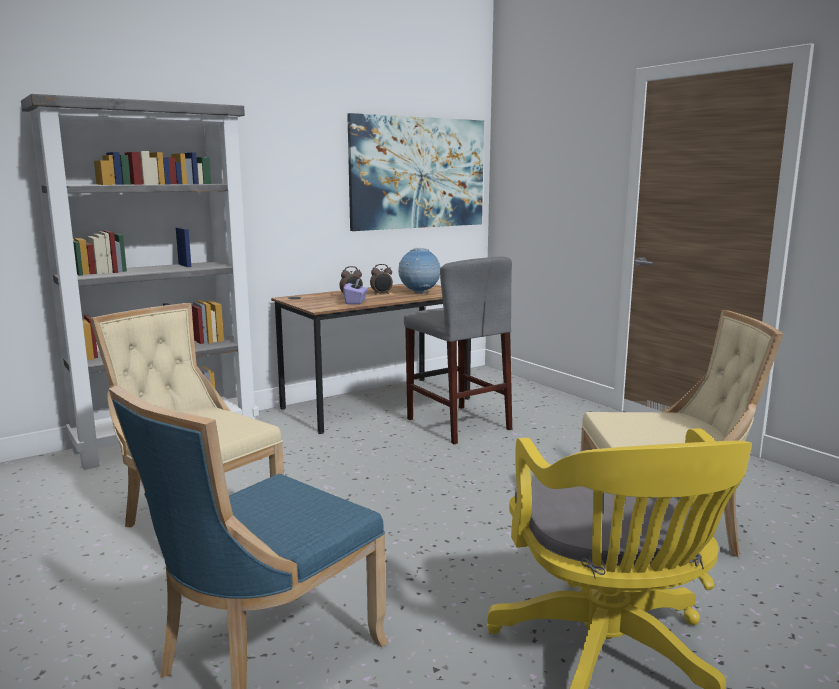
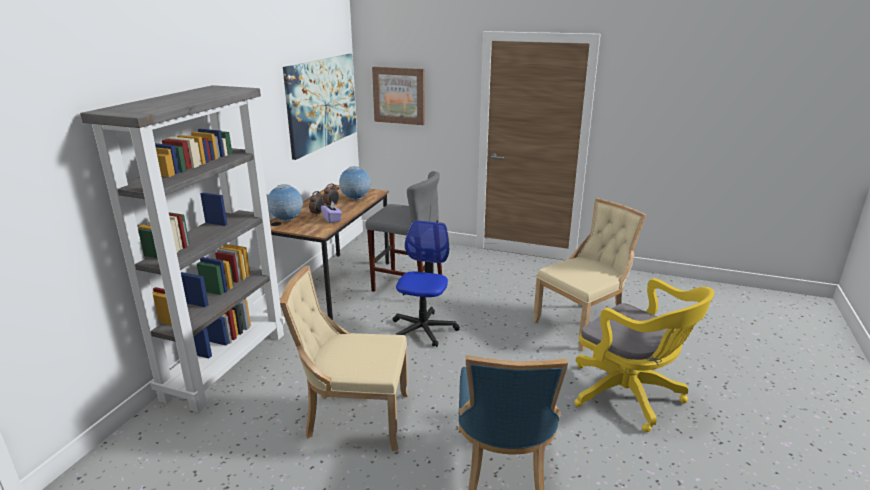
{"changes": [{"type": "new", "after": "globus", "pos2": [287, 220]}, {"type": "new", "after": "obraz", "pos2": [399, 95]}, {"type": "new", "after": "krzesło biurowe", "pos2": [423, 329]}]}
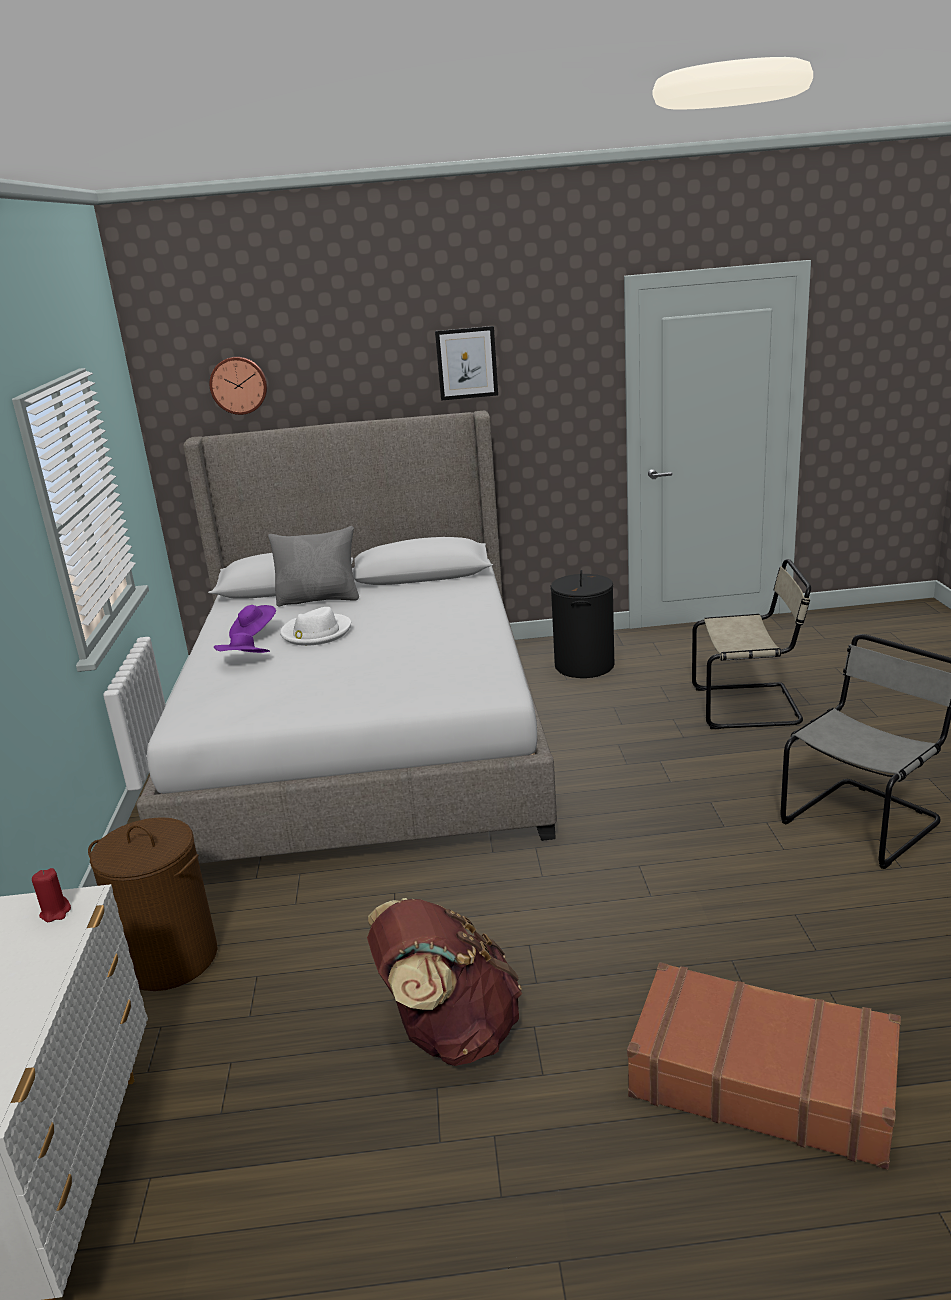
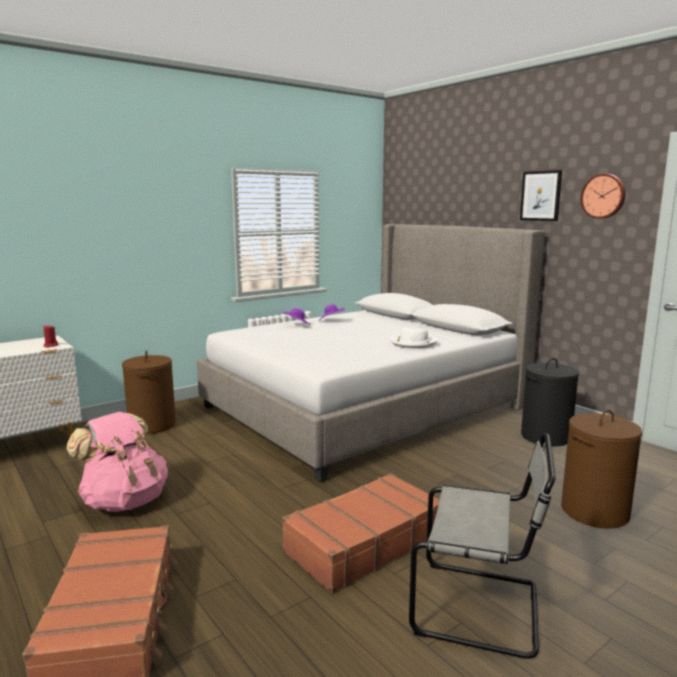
{"changes": [{"type": "shifted", "before": "zegar ścienny", "pos1": [239, 385], "pos2": [603, 196]}, {"type": "gone", "before": "poduszka/szary", "pos1": [319, 599]}, {"type": "shifted", "before": "kapelusz/biały", "pos1": [316, 633], "pos2": [413, 343]}, {"type": "repainted", "before": "plecak/brązowy", "after": "plecak/różowy", "pos1": [450, 1032], "pos2": [124, 501]}, {"type": "swapped", "before": "krzesło/beżowy", "after": "kosz na pranie/brązowy", "pos1": [750, 706], "pos2": [594, 511]}, {"type": "new", "after": "walizka/brązowy", "pos2": [363, 543]}]}
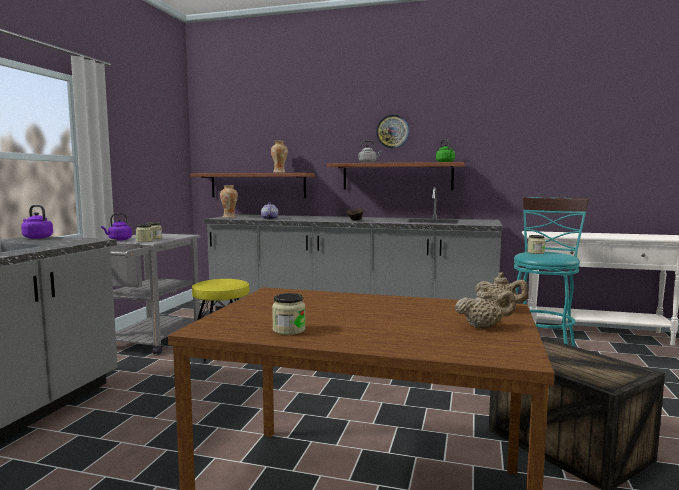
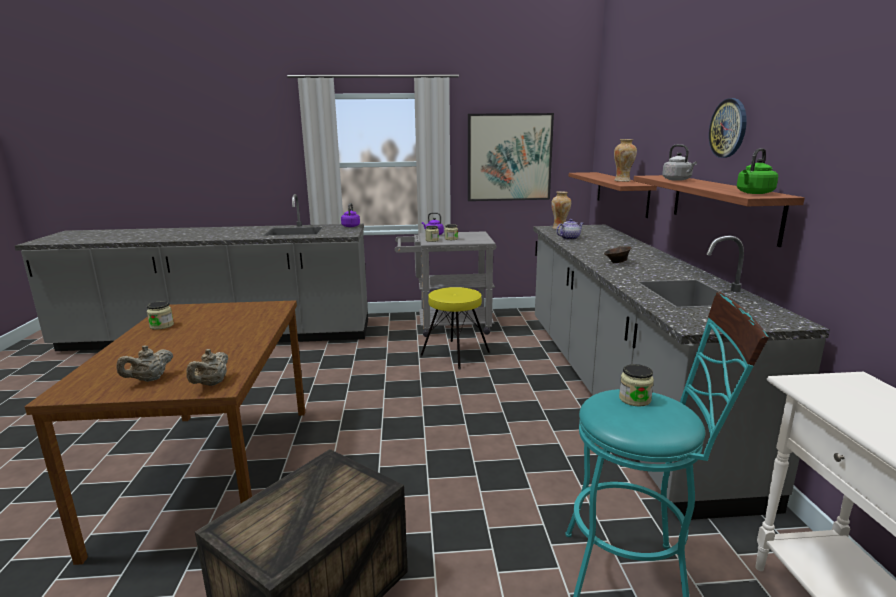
{"changes": [{"type": "rotated", "before": "imbryk/beżowy", "pos1": [484, 327], "pos2": [149, 379], "turn": 60}, {"type": "new", "after": "obraz", "pos2": [509, 157]}]}
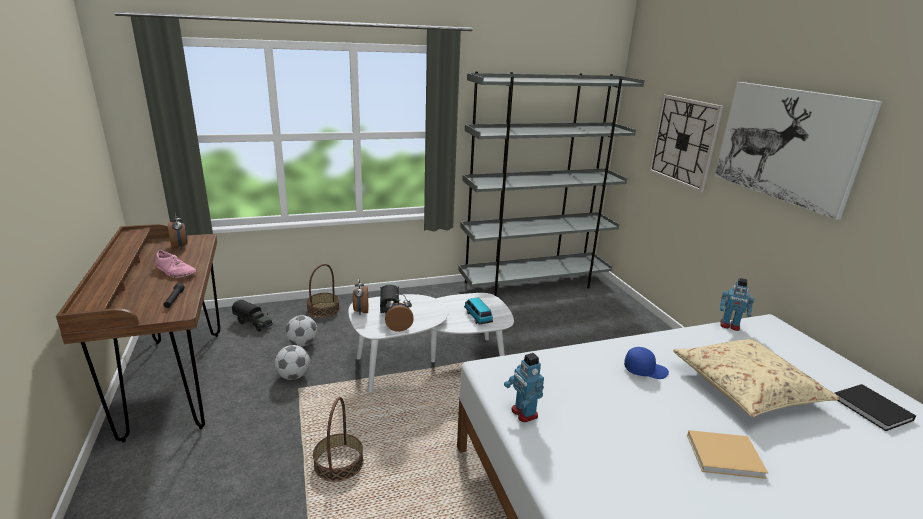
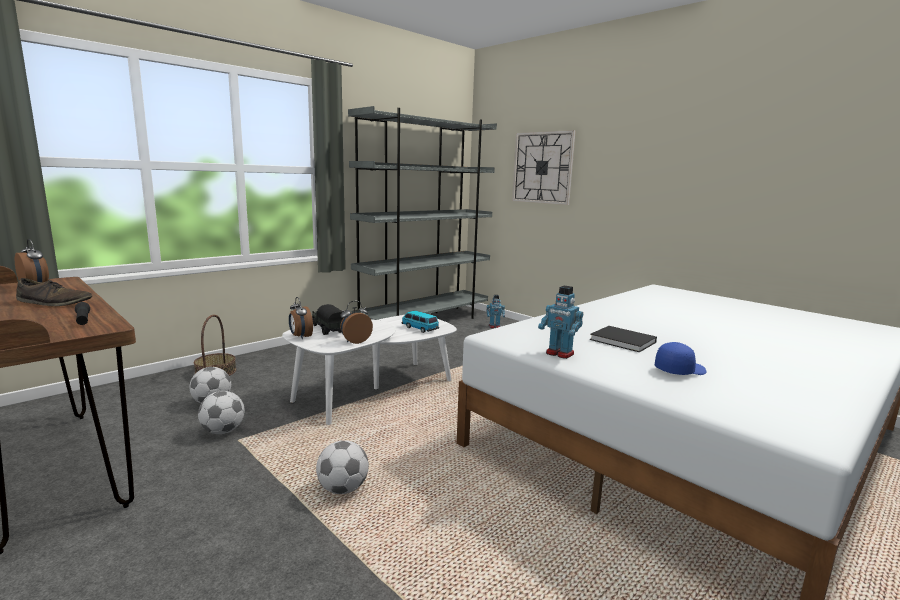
{"changes": [{"type": "repainted", "before": "but/różowy", "after": "but/brązowy", "pos1": [176, 271], "pos2": [55, 302]}, {"type": "gone", "before": "ciężarówka zabawkowa", "pos1": [254, 324]}, {"type": "swapped", "before": "koszyk", "after": "piłka futbolowa", "pos1": [338, 463], "pos2": [342, 489]}, {"type": "shifted", "before": "czapka z daszkiem/niebieski", "pos1": [645, 370], "pos2": [679, 370]}, {"type": "gone", "before": "poduszka/beżowy", "pos1": [747, 387]}, {"type": "gone", "before": "książka/beżowy", "pos1": [727, 456]}, {"type": "gone", "before": "obraz", "pos1": [786, 144]}, {"type": "shifted", "before": "robot zabawkowy", "pos1": [729, 326], "pos2": [494, 327]}, {"type": "shifted", "before": "książka/czarny", "pos1": [874, 410], "pos2": [624, 341]}]}
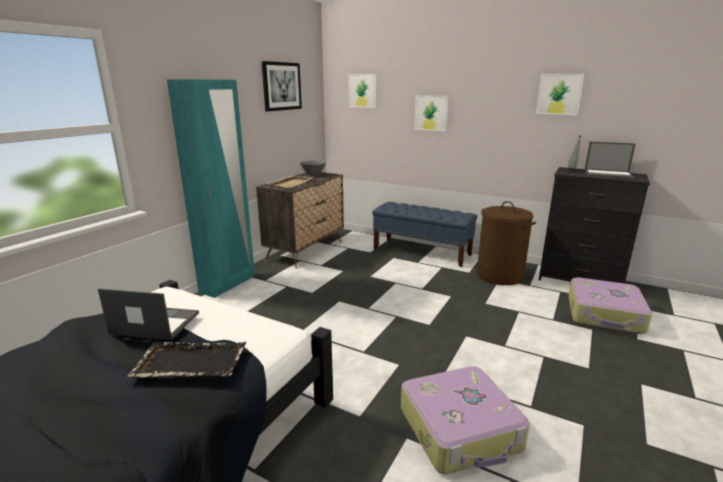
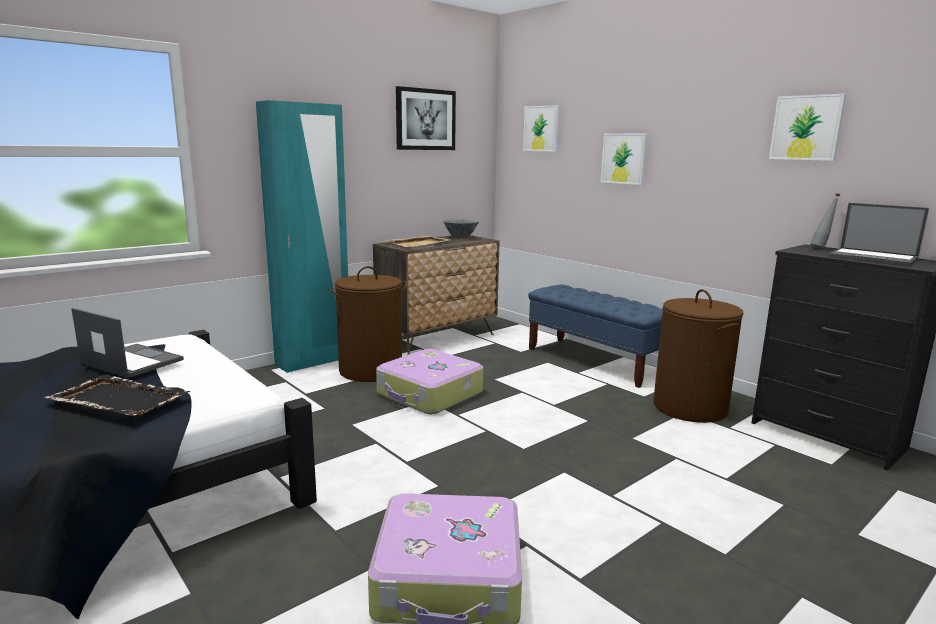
{"changes": [{"type": "shifted", "before": "walizka", "pos1": [605, 315], "pos2": [429, 394]}, {"type": "new", "after": "kosz na pranie/brązowy", "pos2": [371, 370]}]}
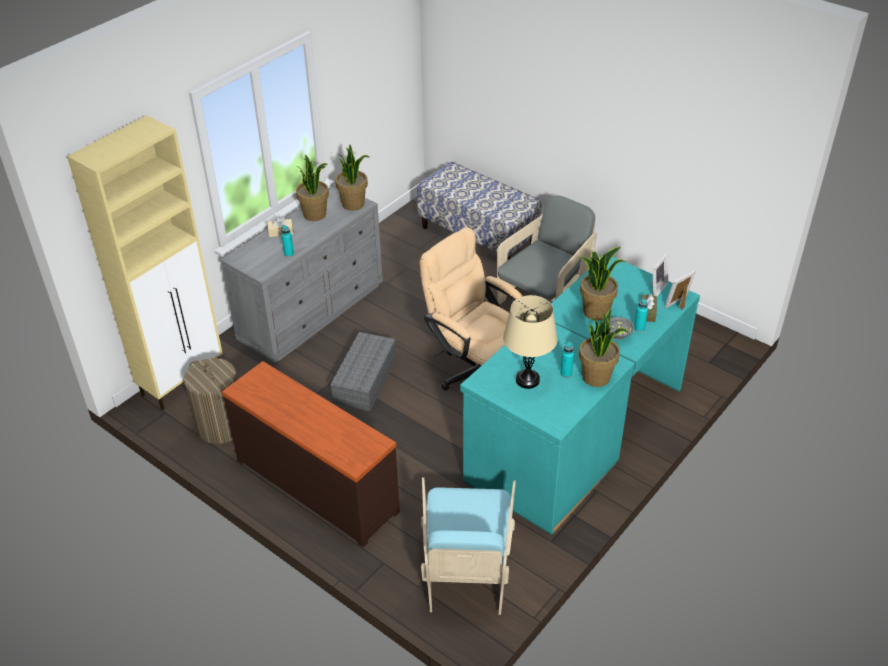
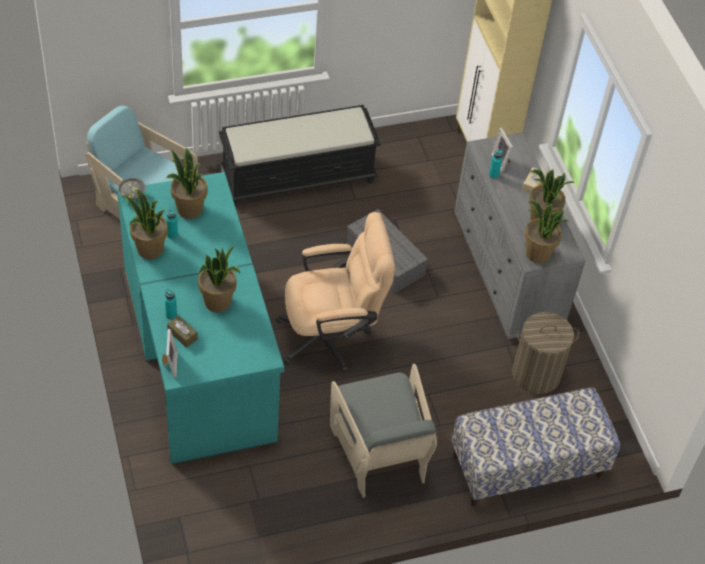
{"changes": [{"type": "shifted", "before": "kosz na pranie", "pos1": [221, 426], "pos2": [536, 374]}, {"type": "swapped", "before": "komoda/brązowy", "after": "ławka/czarny", "pos1": [318, 484], "pos2": [298, 176]}, {"type": "swapped", "before": "lampa stołowa/beżowy", "after": "roślina doniczkowa", "pos1": [527, 380], "pos2": [189, 209]}, {"type": "shifted", "before": "miska/szary", "pos1": [617, 336], "pos2": [133, 196]}, {"type": "shifted", "before": "ramka na zdjęcie", "pos1": [655, 288], "pos2": [501, 161]}]}
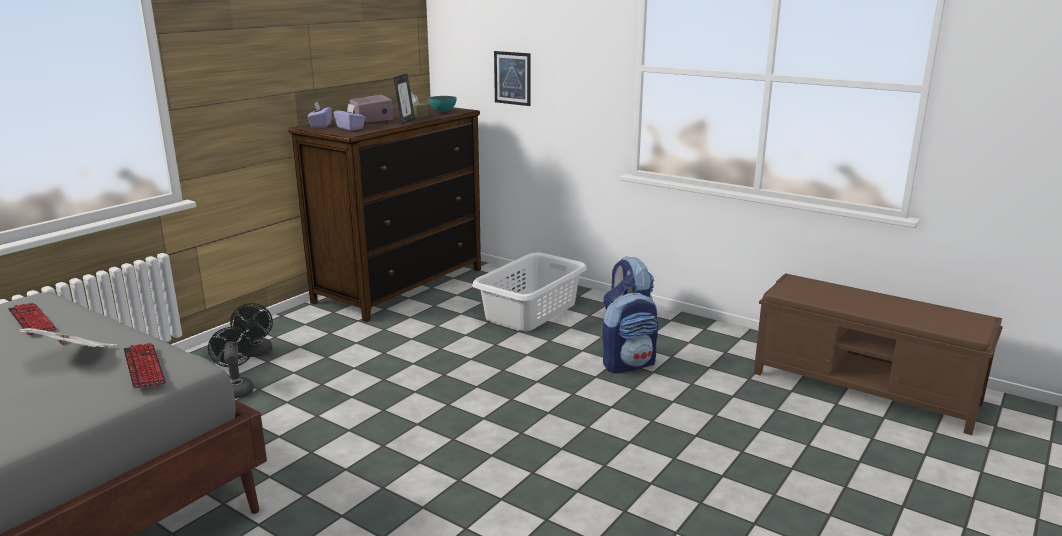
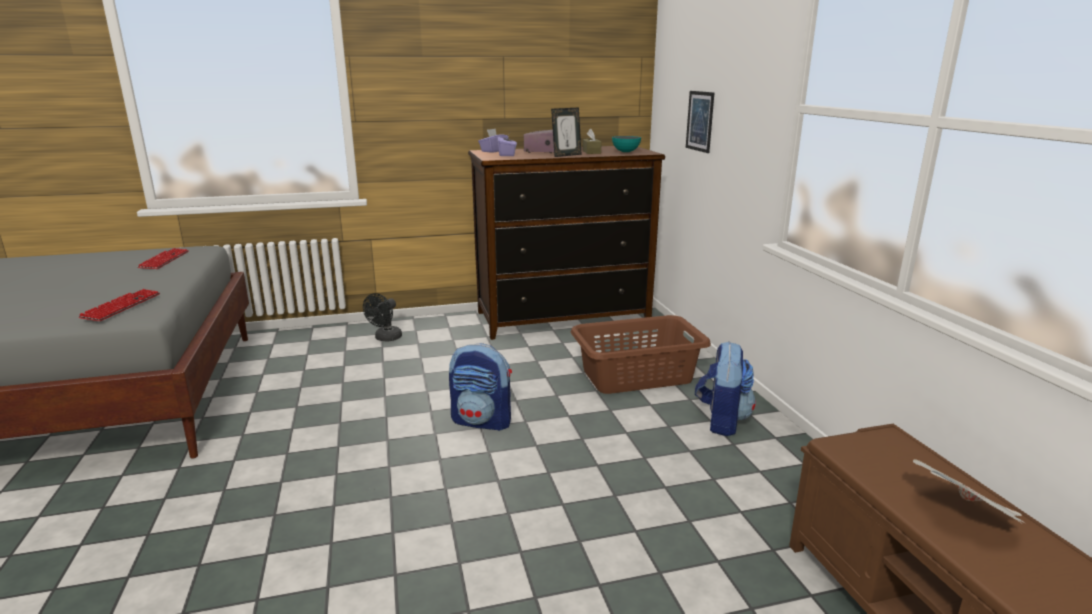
{"changes": [{"type": "shifted", "before": "gazeta", "pos1": [73, 357], "pos2": [966, 515]}, {"type": "gone", "before": "wentylator/czarny", "pos1": [236, 389]}, {"type": "repainted", "before": "kosz na pranie/biały", "after": "kosz na pranie/brązowy", "pos1": [532, 311], "pos2": [637, 376]}, {"type": "shifted", "before": "plecak", "pos1": [629, 364], "pos2": [482, 421]}]}
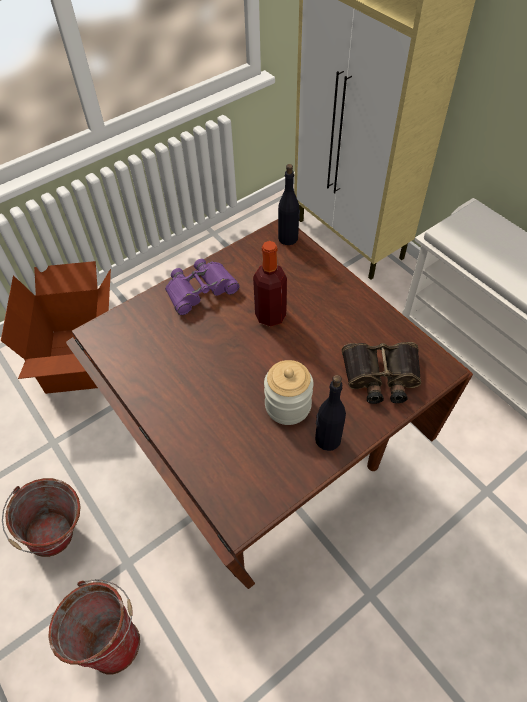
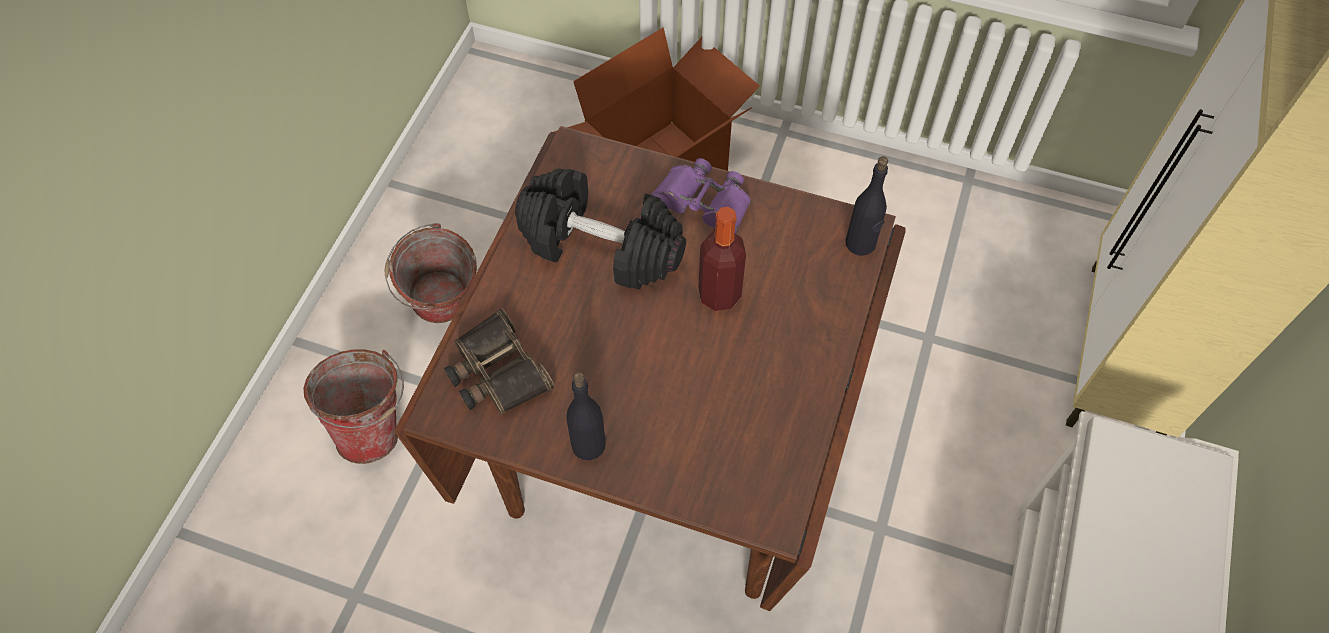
{"changes": [{"type": "gone", "before": "słoik", "pos1": [288, 405]}, {"type": "shifted", "before": "lornetka", "pos1": [381, 376], "pos2": [496, 372]}, {"type": "new", "after": "hantel/czarny", "pos2": [602, 246]}]}
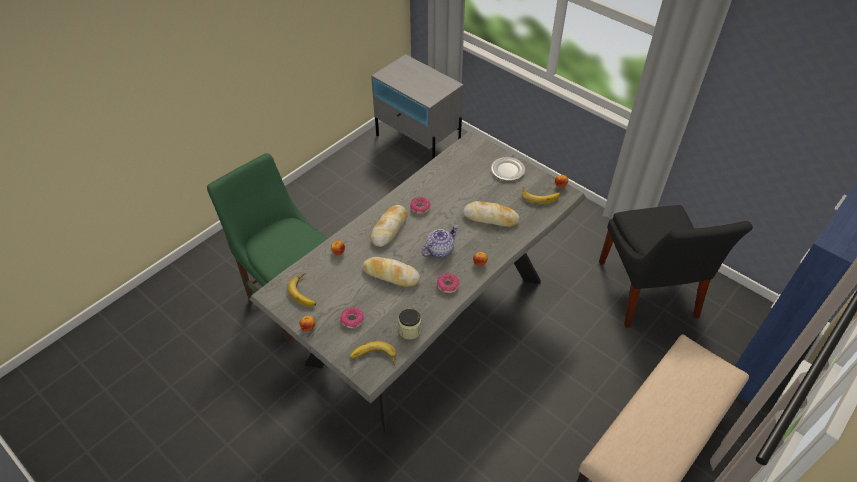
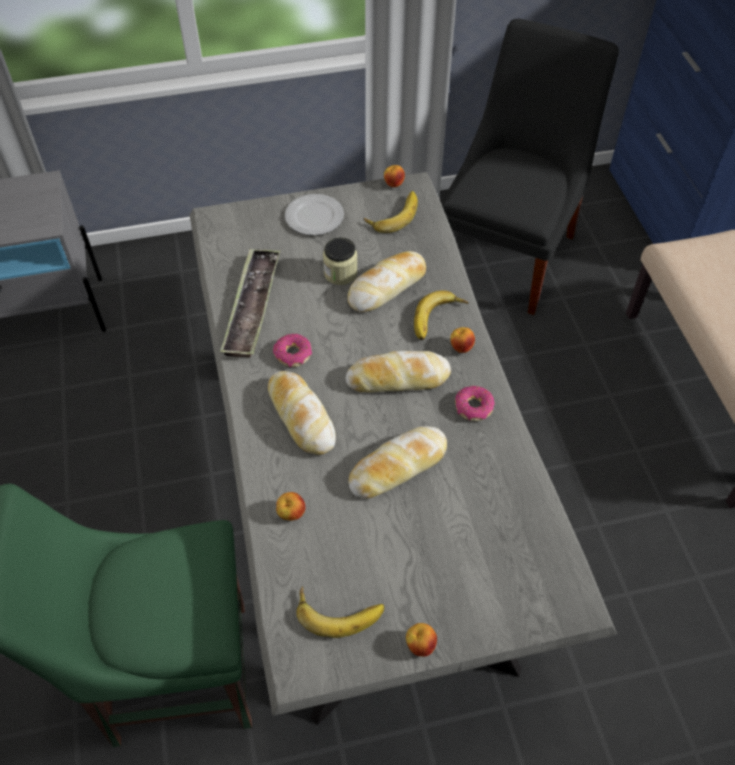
{"changes": [{"type": "gone", "before": "donut", "pos1": [352, 320]}, {"type": "shifted", "before": "banan", "pos1": [374, 358], "pos2": [438, 320]}, {"type": "shifted", "before": "słoik", "pos1": [410, 330], "pos2": [340, 273]}, {"type": "swapped", "before": "imbryk", "after": "chleb", "pos1": [439, 250], "pos2": [397, 378]}, {"type": "rotated", "before": "krzesło/czarny", "pos1": [648, 293], "pos2": [508, 252], "turn": -90}, {"type": "new", "after": "taca", "pos2": [252, 307]}]}
